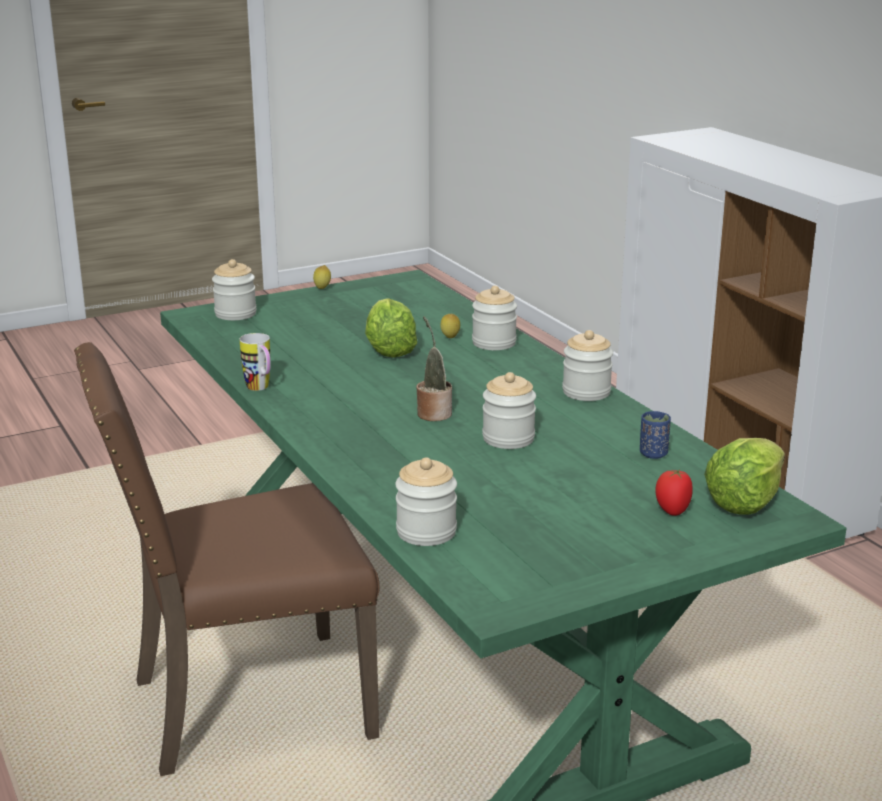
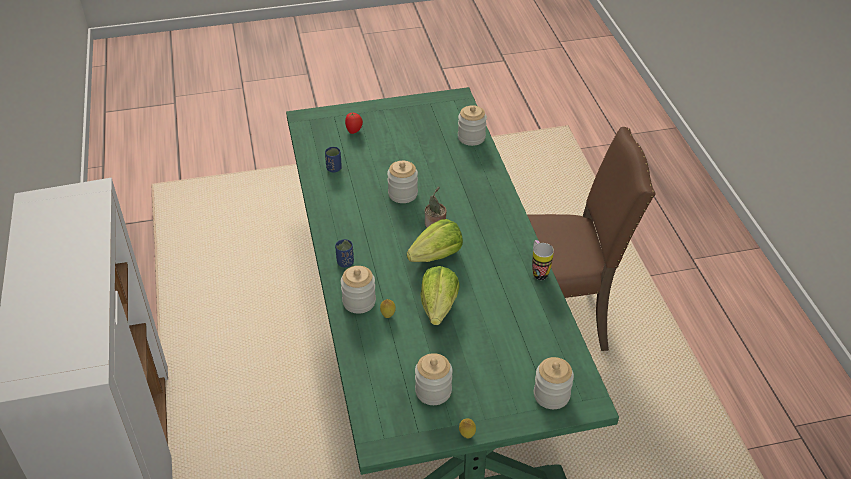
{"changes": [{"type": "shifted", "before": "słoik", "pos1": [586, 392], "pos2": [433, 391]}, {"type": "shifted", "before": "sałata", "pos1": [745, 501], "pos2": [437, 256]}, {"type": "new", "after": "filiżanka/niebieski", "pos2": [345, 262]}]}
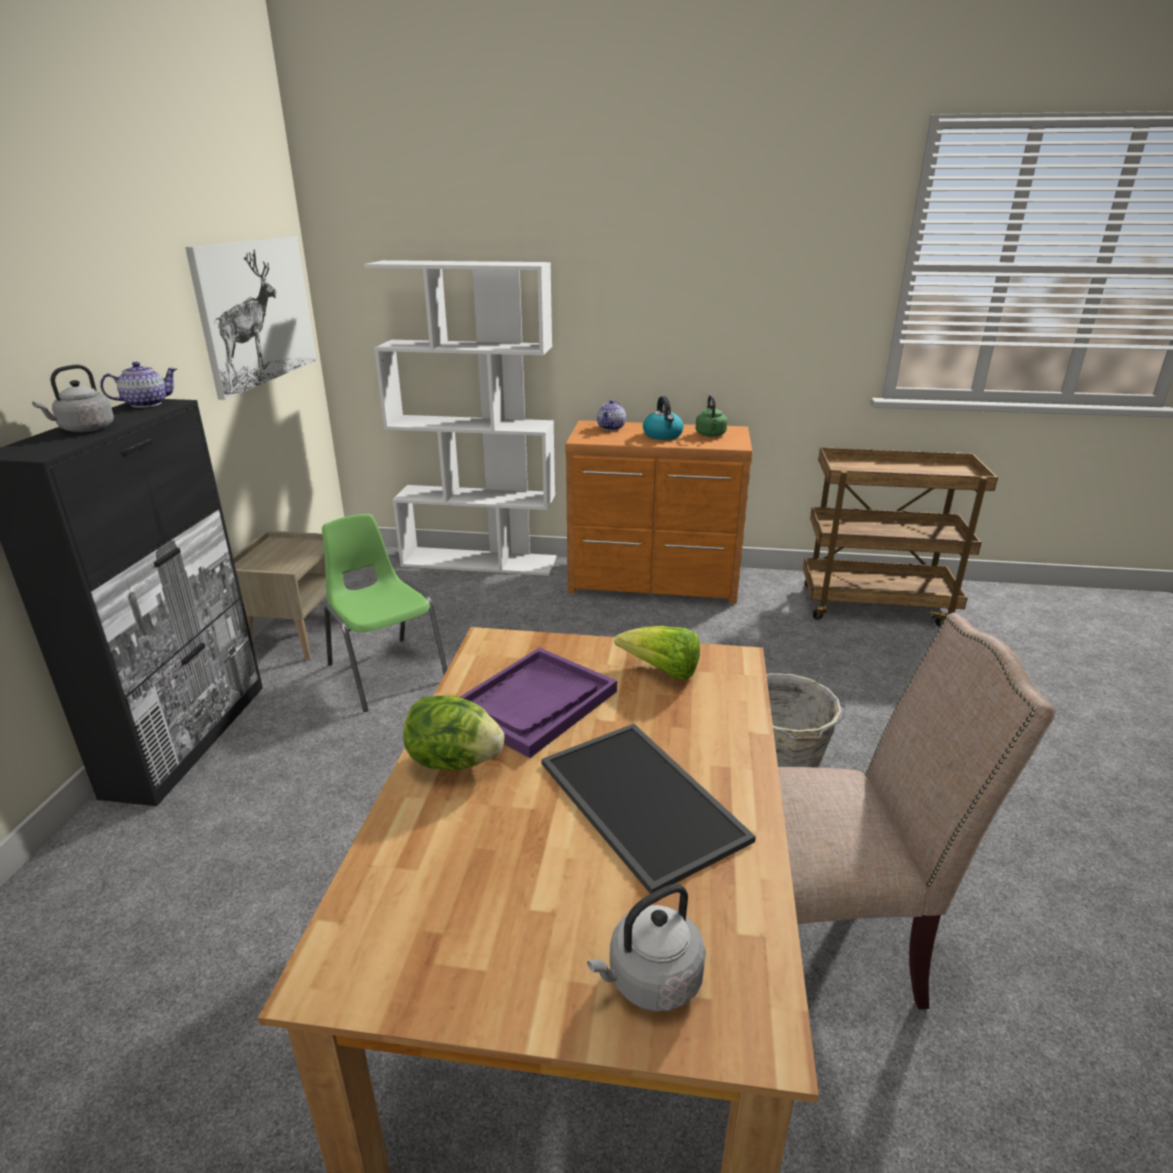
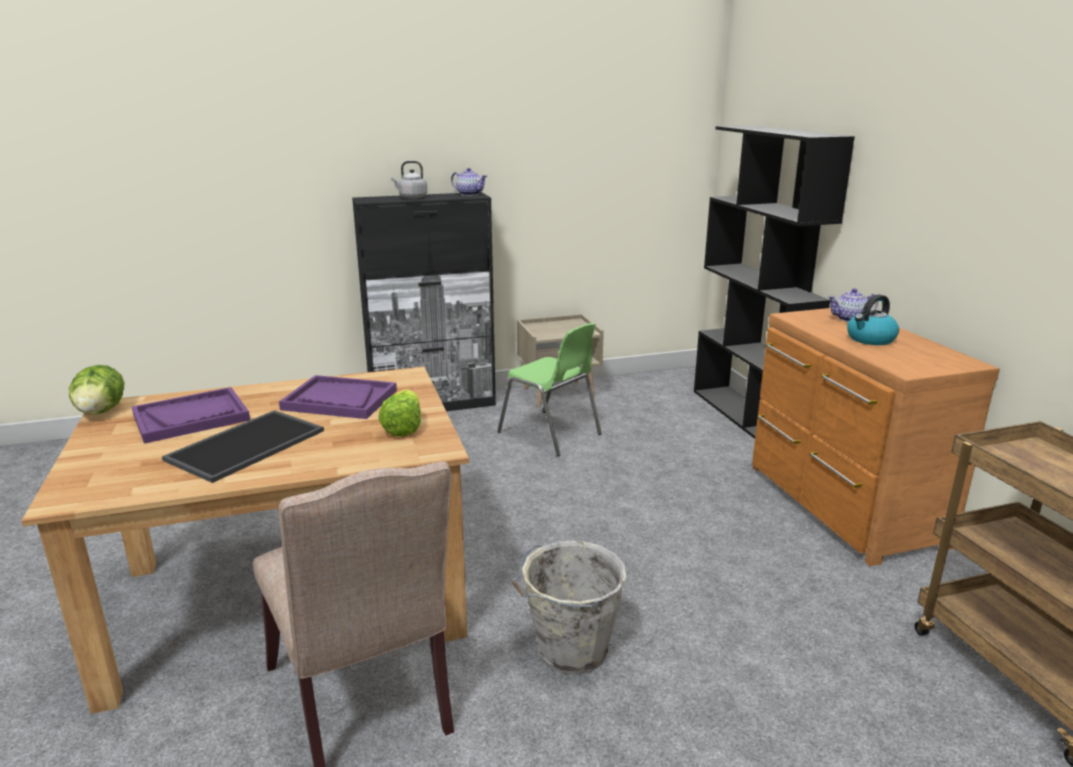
{"changes": [{"type": "gone", "before": "obraz", "pos1": [257, 312]}, {"type": "rotated", "before": "krzesło/zielony", "pos1": [386, 671], "pos2": [550, 434], "turn": 105}, {"type": "repainted", "before": "regał/biały", "after": "regał/czarny", "pos1": [480, 561], "pos2": [748, 416]}, {"type": "shifted", "before": "sałata", "pos1": [454, 761], "pos2": [101, 411]}, {"type": "gone", "before": "czajnik/szary", "pos1": [650, 980]}, {"type": "gone", "before": "czajnik/zielony", "pos1": [710, 435]}, {"type": "new", "after": "taca/fioletowy", "pos2": [191, 417]}]}
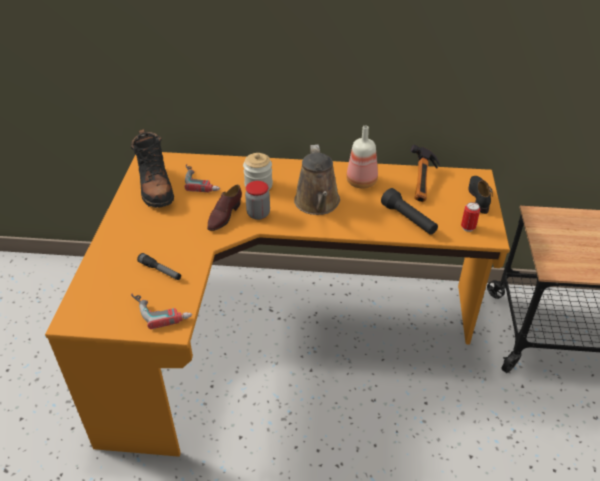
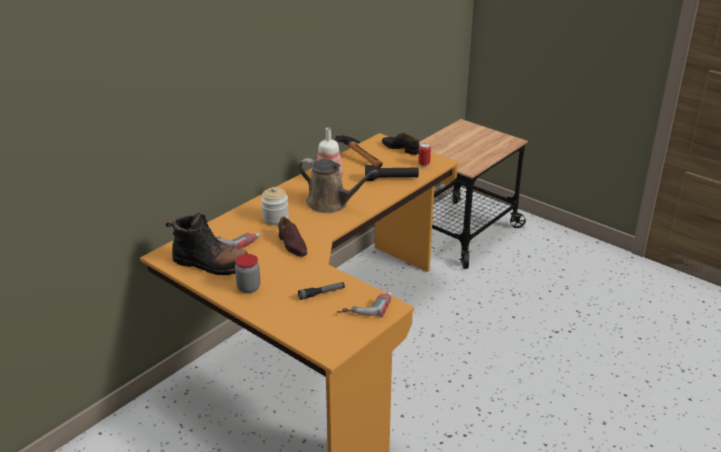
{"changes": [{"type": "shifted", "before": "słoik", "pos1": [258, 214], "pos2": [248, 288]}]}
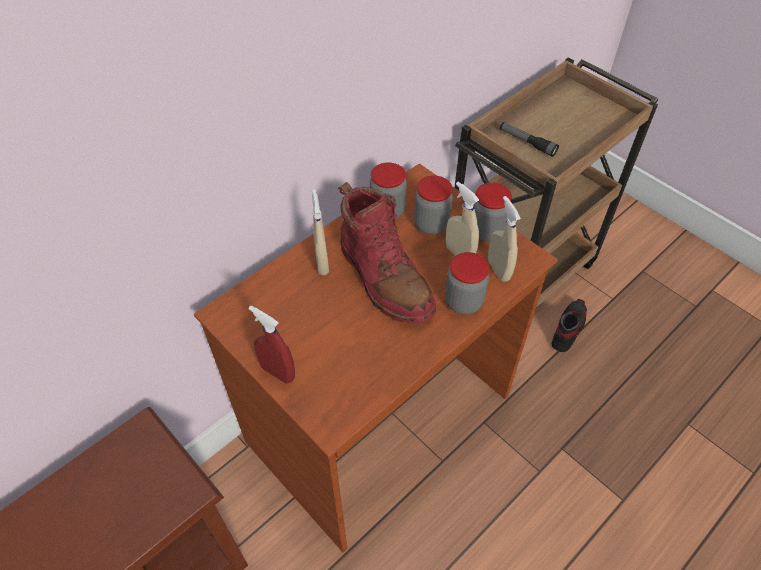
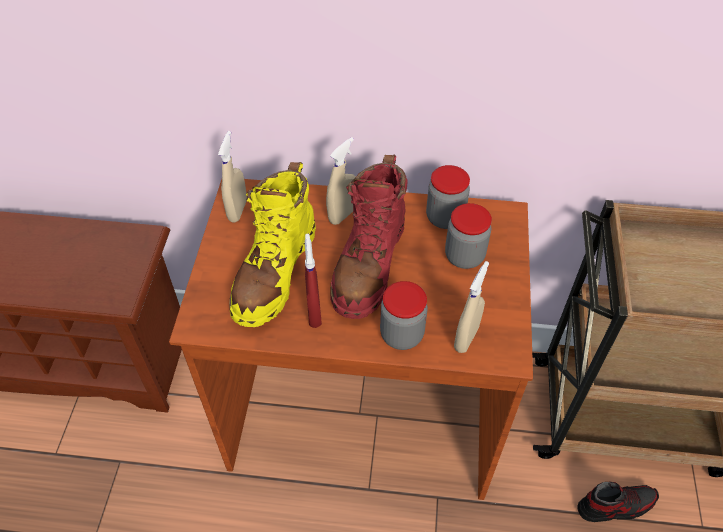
{"changes": [{"type": "shifted", "before": "spryskiwacz/czerwony", "pos1": [278, 372], "pos2": [314, 312]}, {"type": "shifted", "before": "spryskiwacz/beżowy", "pos1": [459, 254], "pos2": [237, 210]}, {"type": "gone", "before": "słoik", "pos1": [486, 231]}, {"type": "gone", "before": "latarka", "pos1": [527, 143]}, {"type": "new", "after": "but z cholewką/żółty", "pos2": [274, 271]}]}
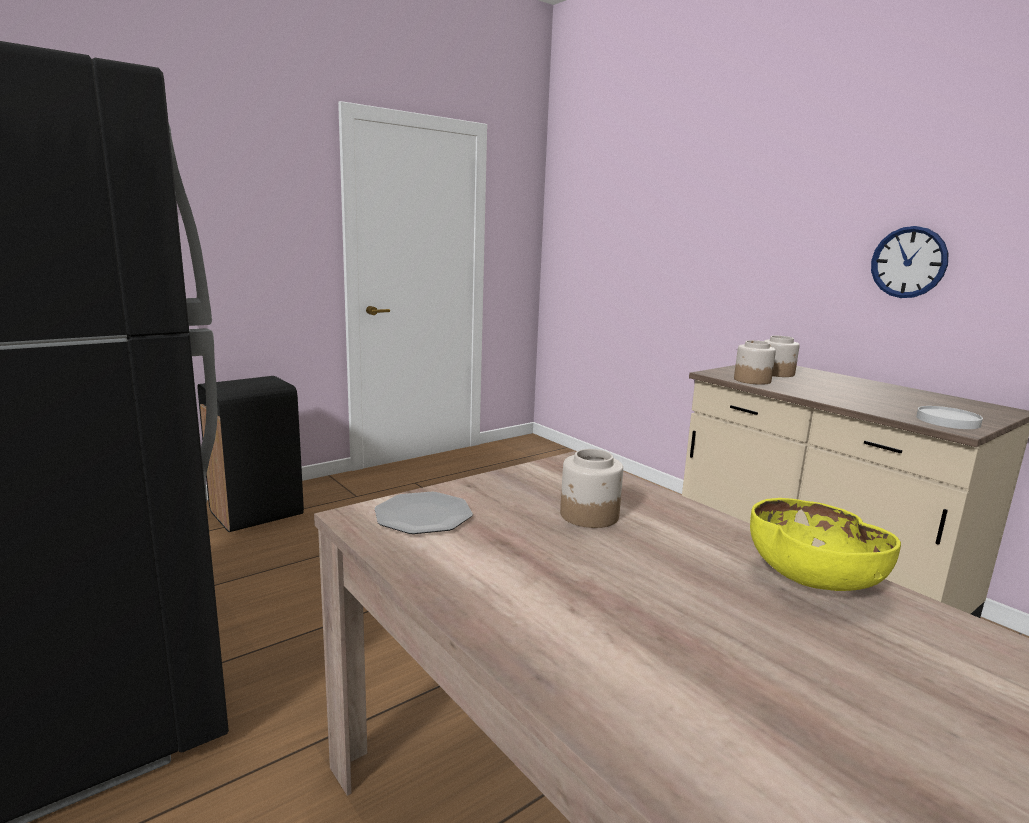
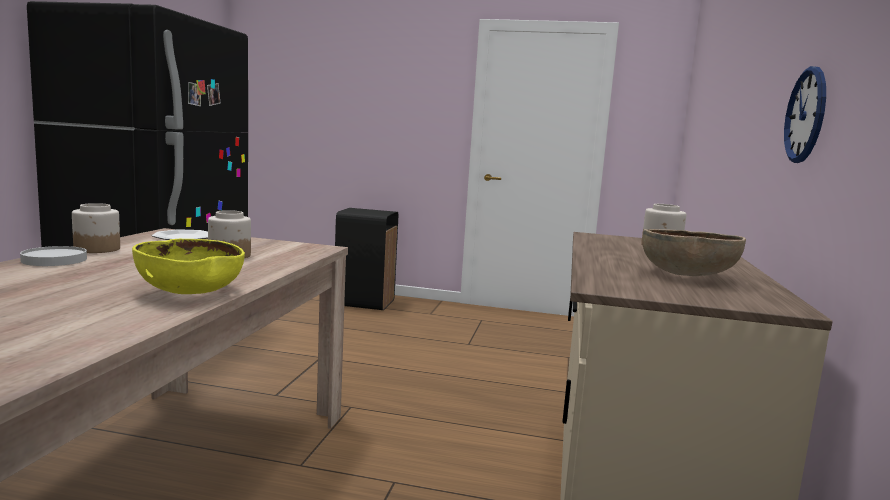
{"changes": [{"type": "shifted", "before": "słoik", "pos1": [751, 380], "pos2": [97, 249]}, {"type": "shifted", "before": "talerz/biały", "pos1": [947, 421], "pos2": [55, 260]}, {"type": "new", "after": "miska/brązowy", "pos2": [687, 275]}]}
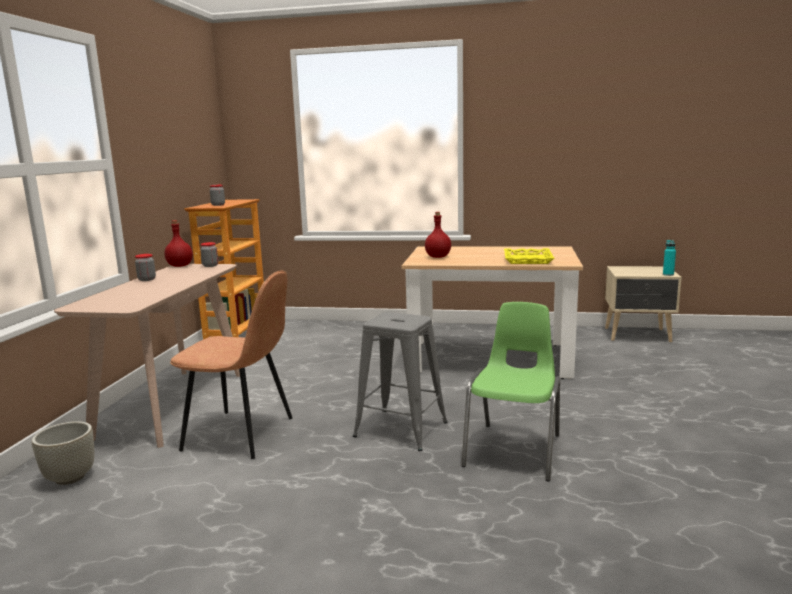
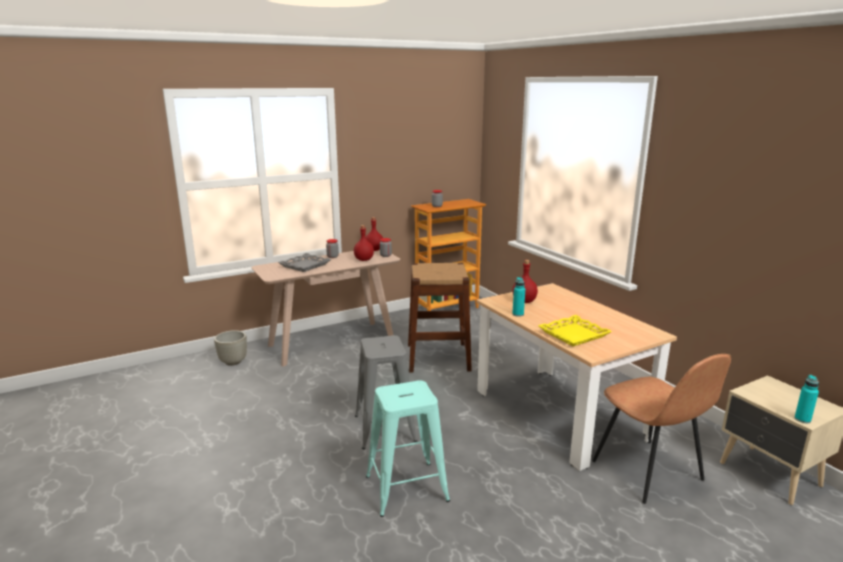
{"changes": [{"type": "shifted", "before": "krzesło/brązowy", "pos1": [241, 434], "pos2": [649, 472]}, {"type": "swapped", "before": "krzesło/zielony", "after": "stołek/turkusowy", "pos1": [515, 450], "pos2": [406, 488]}, {"type": "new", "after": "taca/szary", "pos2": [305, 265]}, {"type": "new", "after": "butelka/czerwony", "pos2": [363, 259]}, {"type": "new", "after": "stołek/brązowy", "pos2": [438, 357]}, {"type": "new", "after": "butelka/turkusowy", "pos2": [518, 314]}]}
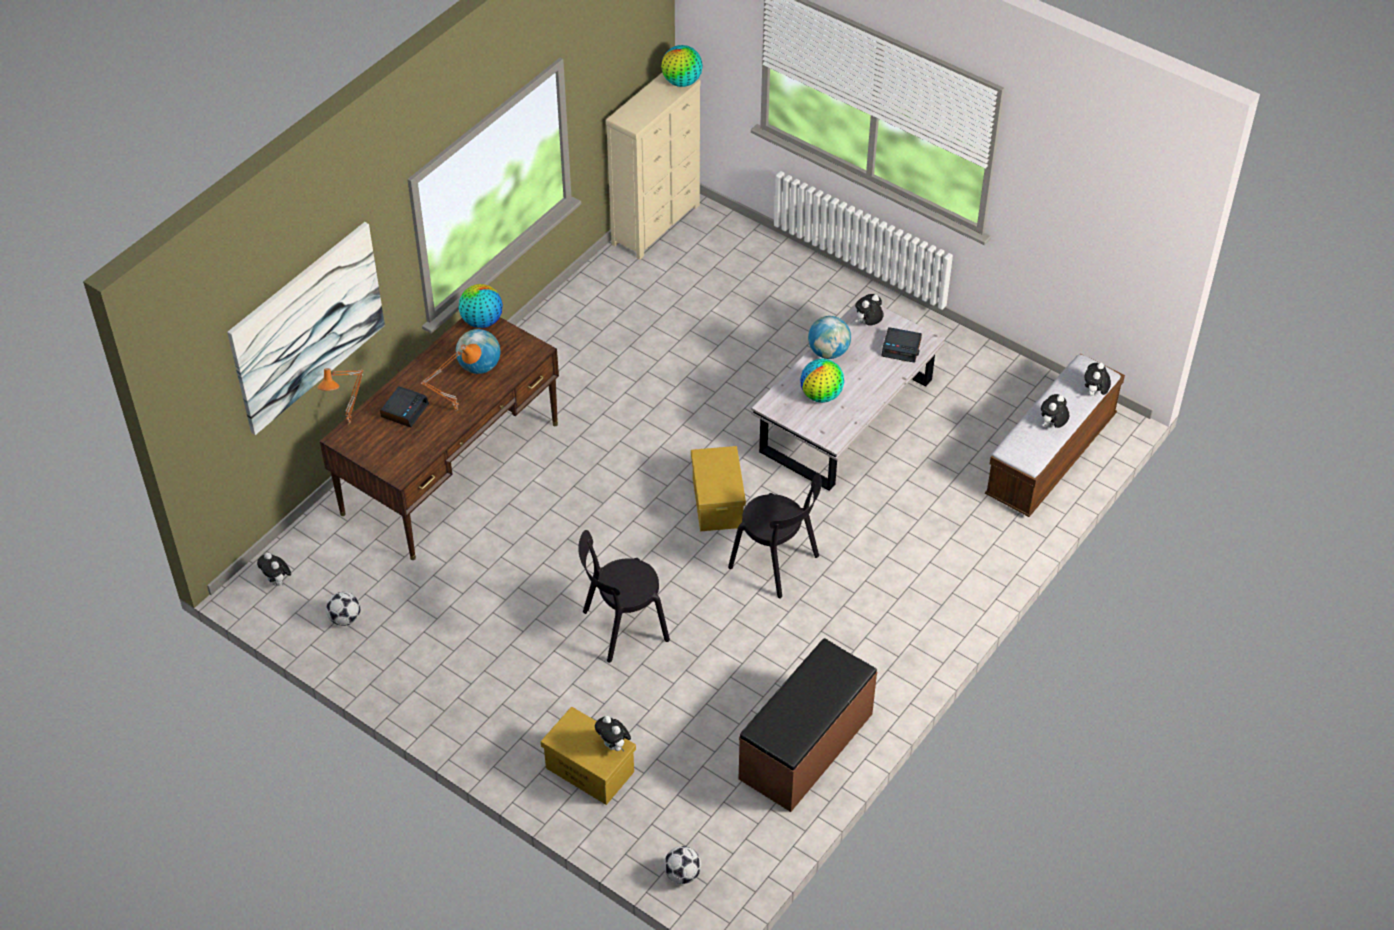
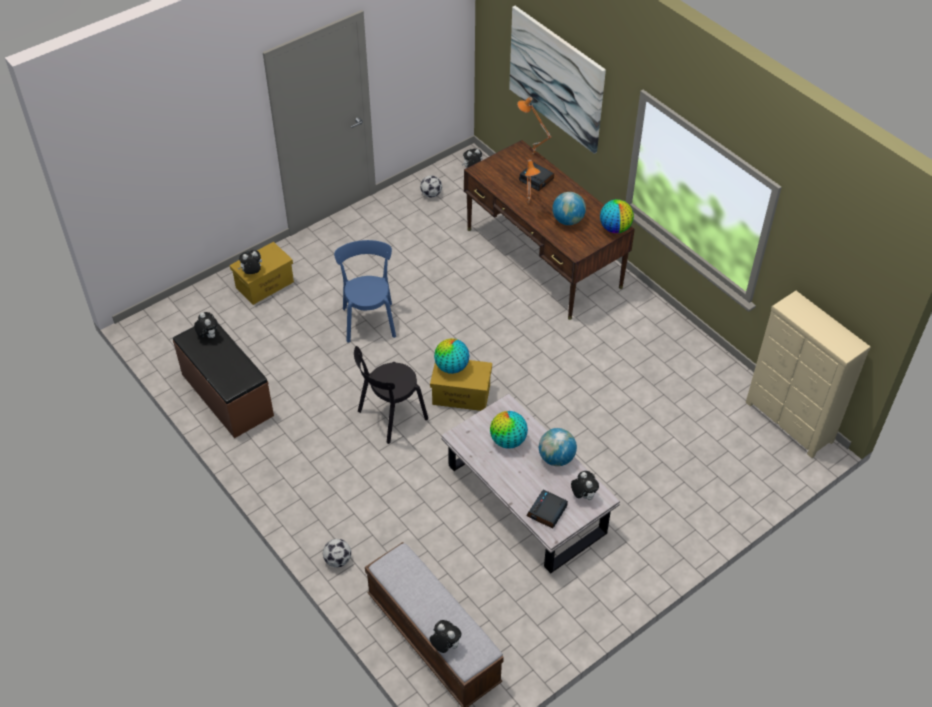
{"changes": [{"type": "repainted", "before": "krzesło/czarny", "after": "krzesło/niebieski", "pos1": [621, 627], "pos2": [369, 320]}, {"type": "shifted", "before": "globus", "pos1": [682, 82], "pos2": [451, 367]}, {"type": "shifted", "before": "piłka futbolowa", "pos1": [682, 874], "pos2": [338, 560]}, {"type": "shifted", "before": "pluszak", "pos1": [1052, 425], "pos2": [208, 336]}]}
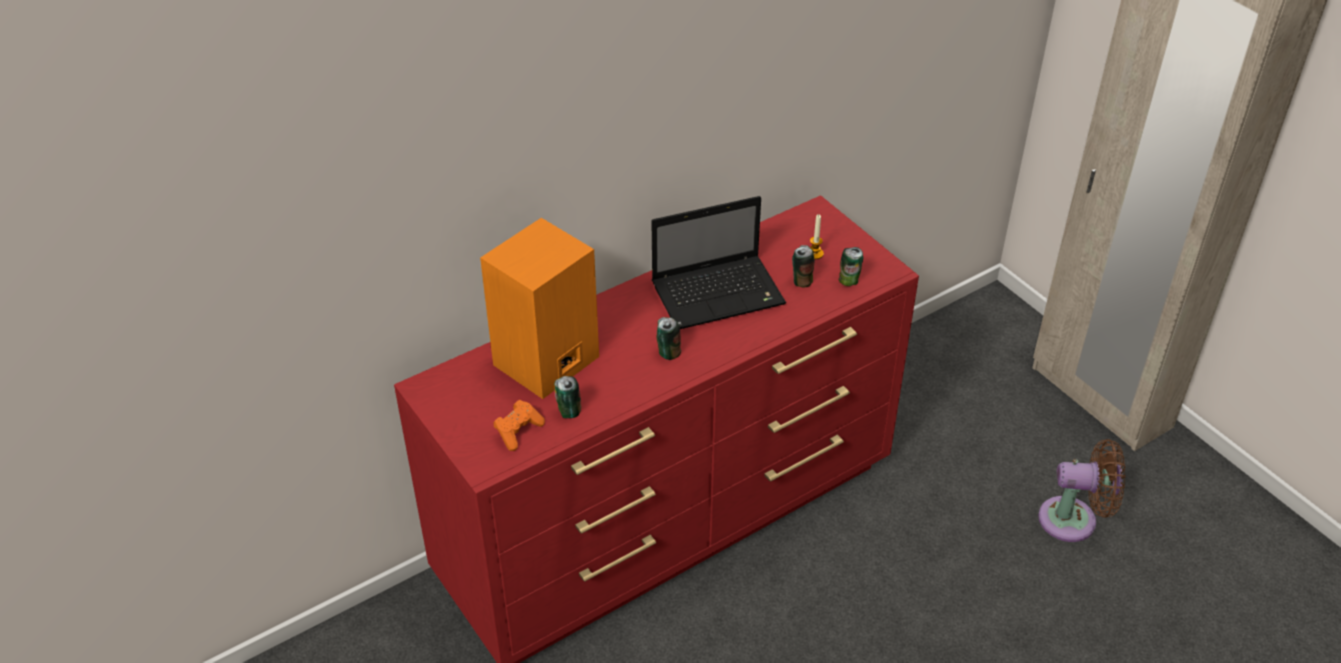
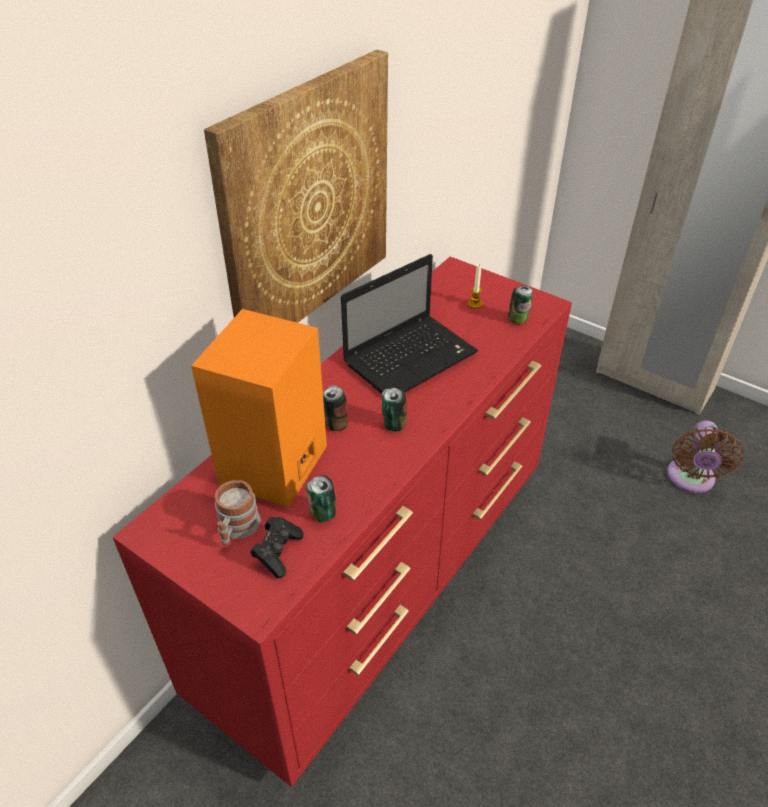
{"changes": [{"type": "repainted", "before": "pad do gier/pomarańczowy", "after": "pad do gier/czarny", "pos1": [518, 431], "pos2": [278, 552]}, {"type": "shifted", "before": "puszka", "pos1": [802, 281], "pos2": [336, 423]}, {"type": "rotated", "before": "wentylator/brązowy", "pos1": [1074, 520], "pos2": [690, 480], "turn": 120}, {"type": "new", "after": "obraz", "pos2": [306, 203]}, {"type": "new", "after": "kubek", "pos2": [236, 528]}]}
